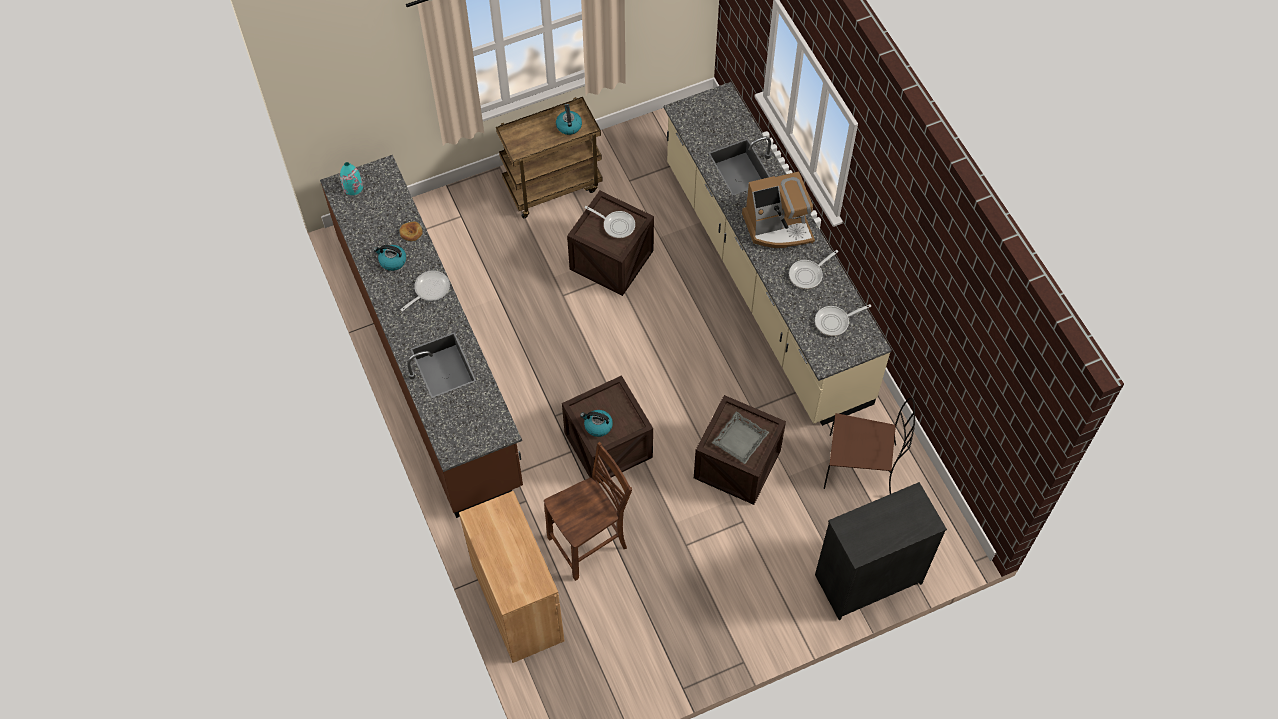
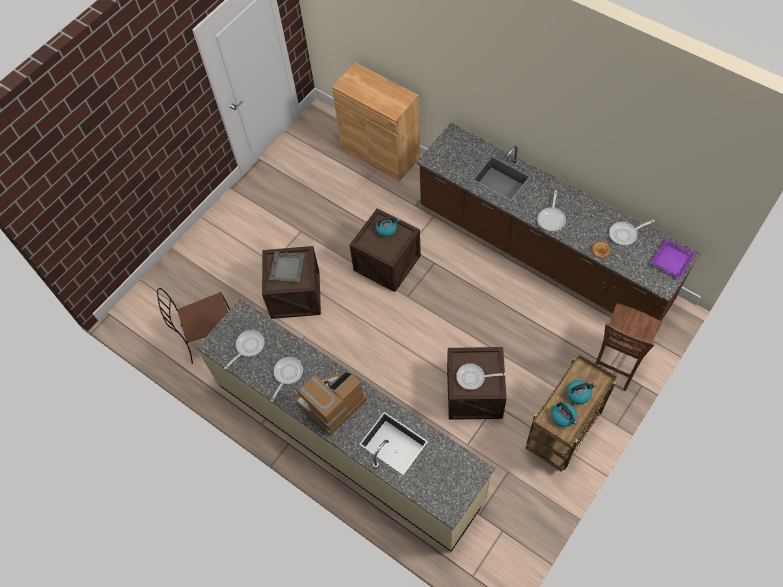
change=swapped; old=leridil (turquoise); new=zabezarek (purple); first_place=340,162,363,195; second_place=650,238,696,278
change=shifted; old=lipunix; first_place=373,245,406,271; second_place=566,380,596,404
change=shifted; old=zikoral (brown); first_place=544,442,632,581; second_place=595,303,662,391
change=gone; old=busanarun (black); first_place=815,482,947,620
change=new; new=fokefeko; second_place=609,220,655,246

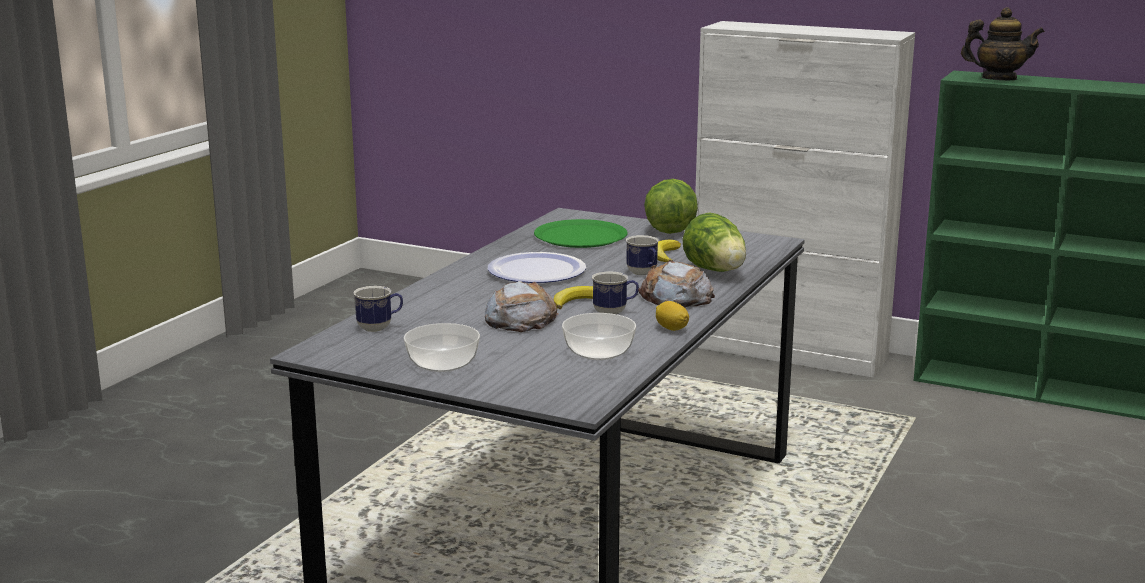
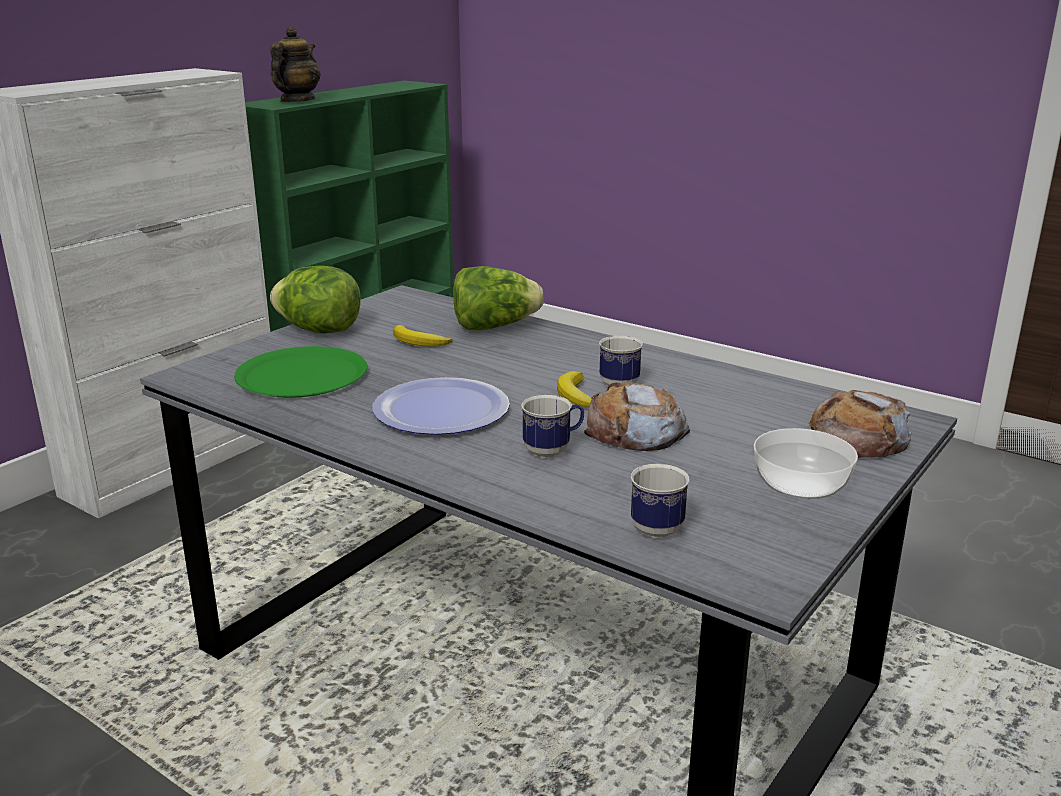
change=gone; old=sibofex; first_place=562,313,636,360
change=shifted; old=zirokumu; first_place=626,235,659,275; second_place=521,395,584,458
change=shifted; old=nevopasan; first_place=639,260,715,308; second_place=809,390,911,458
change=gone; old=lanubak; first_place=656,301,689,331

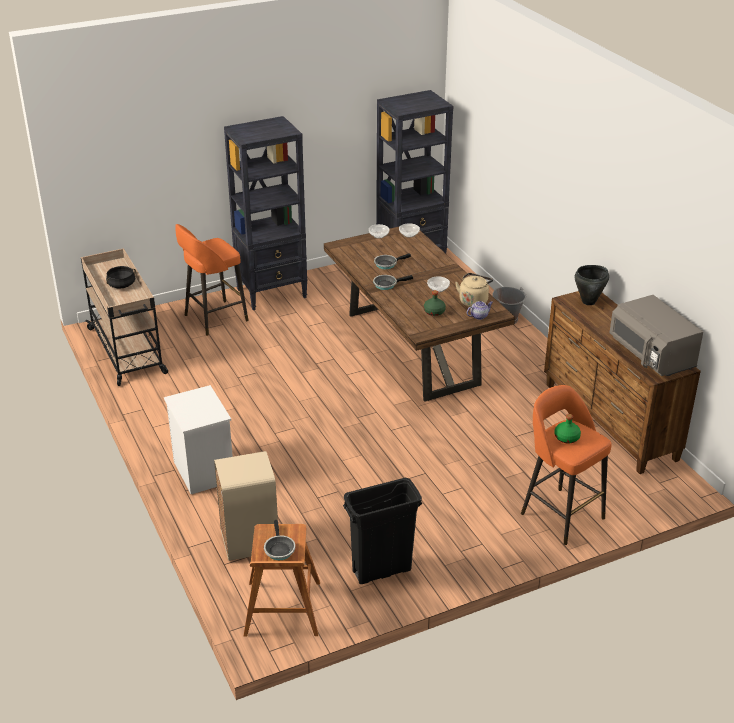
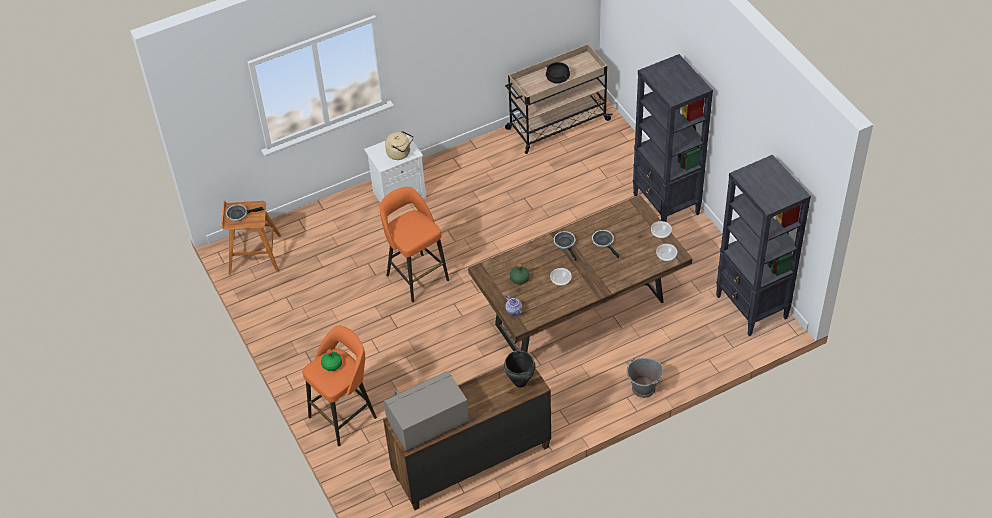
change=shifted; old=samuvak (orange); first_place=176,224,249,336; second_place=379,187,449,303
change=gone; old=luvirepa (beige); first_place=214,451,278,561
change=gone; old=luvirepa (black); first_place=343,478,422,584
change=shifted; old=lipunix (beige); first_place=455,273,493,307; second_place=385,131,414,160

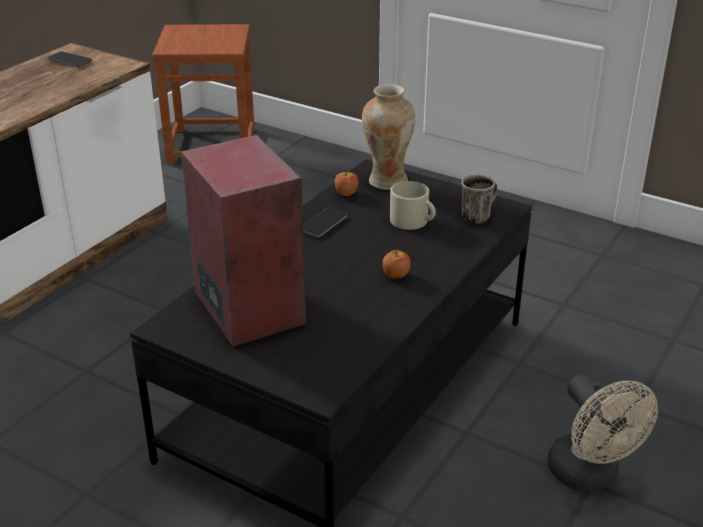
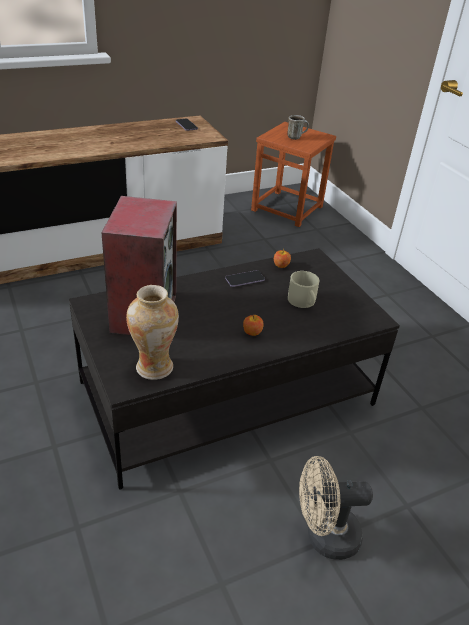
change=shifted; old=leridil; first_place=362,84,415,190; second_place=126,285,179,380
change=shifted; old=zirokumu; first_place=461,174,498,224; second_place=287,115,309,140
change=rotated; old=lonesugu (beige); first_place=547,374,658,492; second_place=299,456,373,560; degrees=75

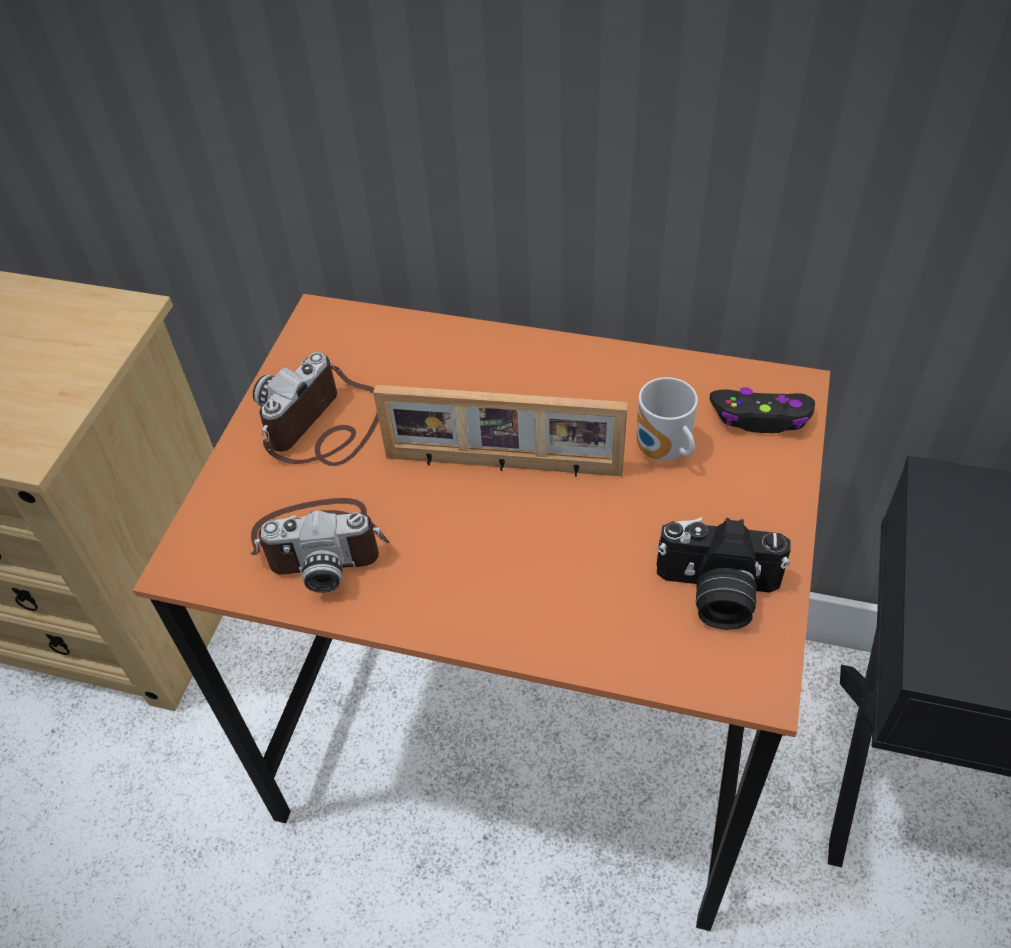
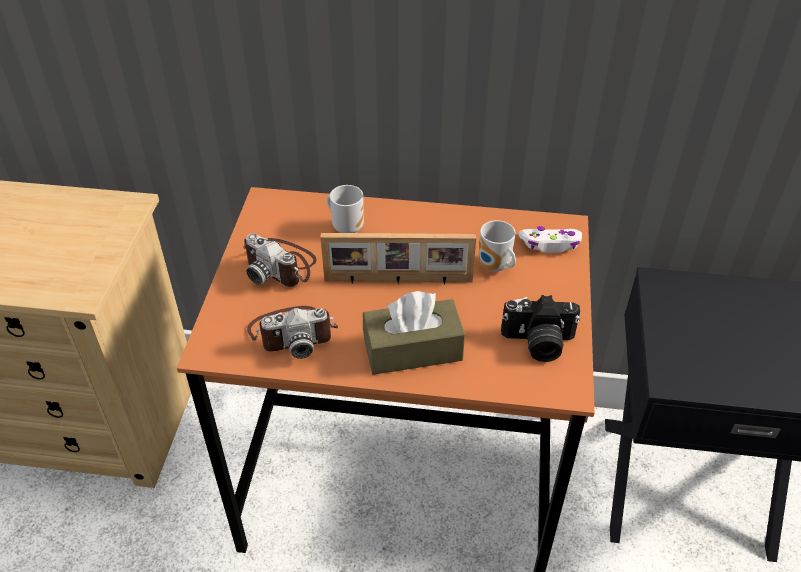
change=rotated; old=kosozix; first_place=253,352,379,466; second_place=244,233,317,287; degrees=-75
change=repainted; old=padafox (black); new=padafox (white); first_place=710,387,815,433; second_place=519,226,582,253
change=new; new=zirokumu; second_place=327,185,364,233
change=new; new=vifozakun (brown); second_place=363,291,465,375

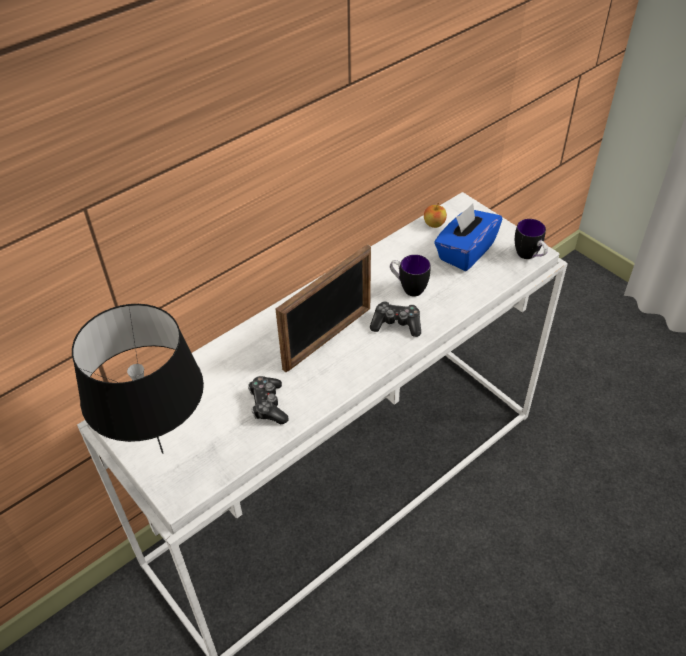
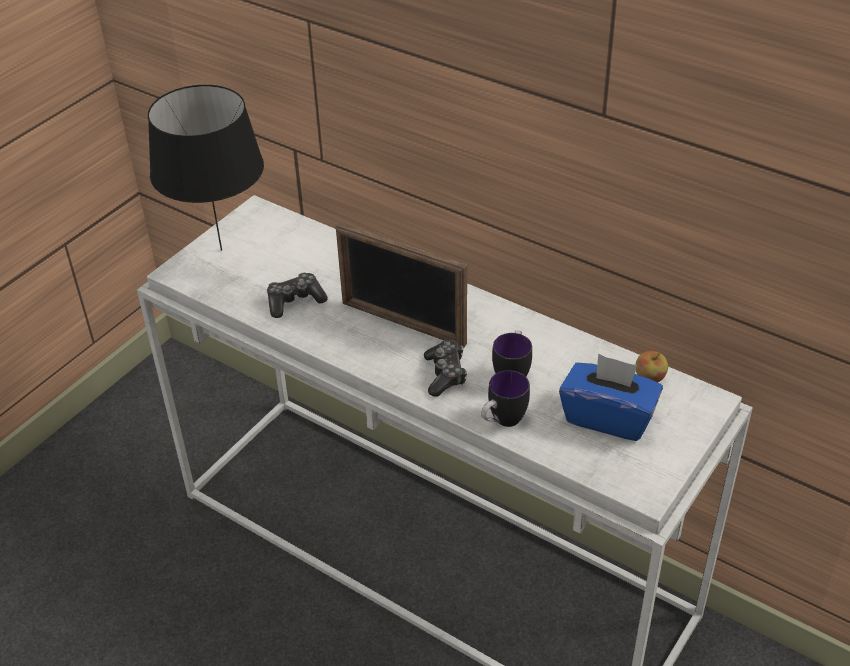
change=shifted; old=zirokumu; first_place=515,219,548,259; second_place=481,370,530,427

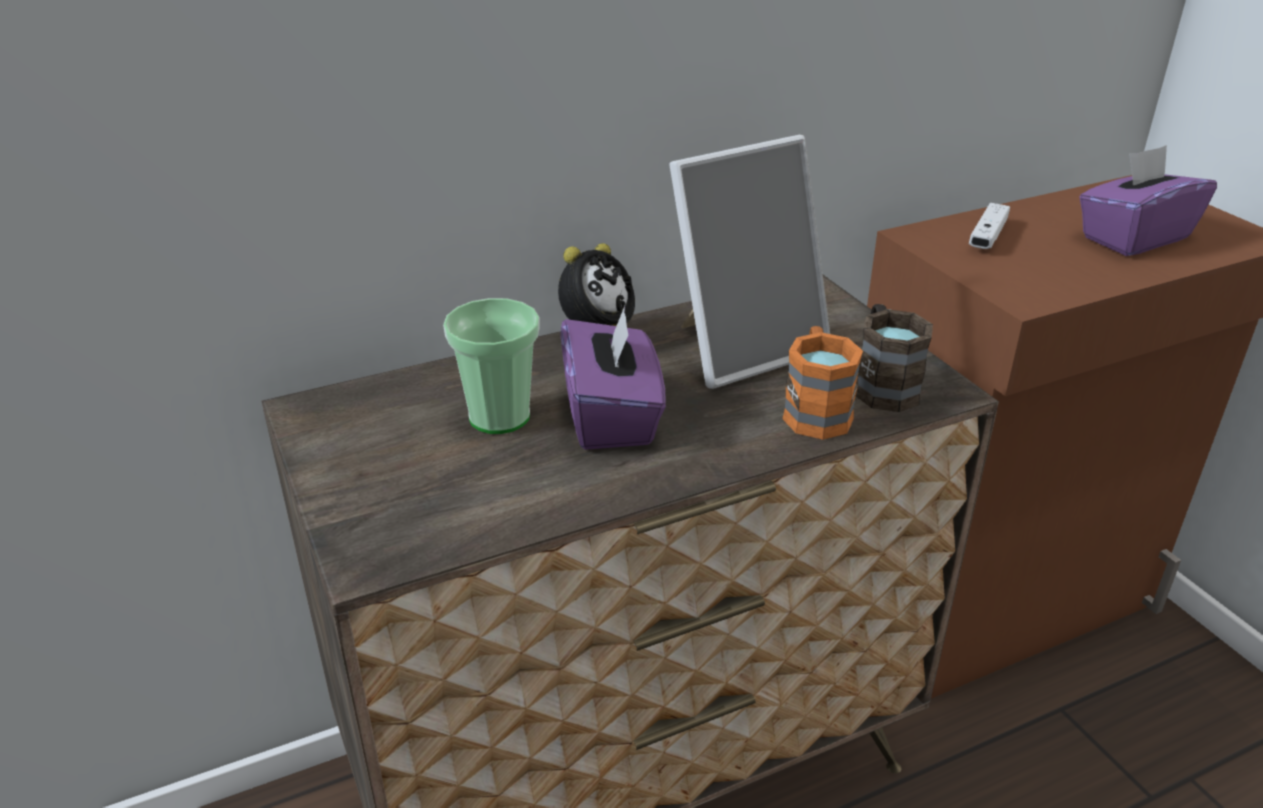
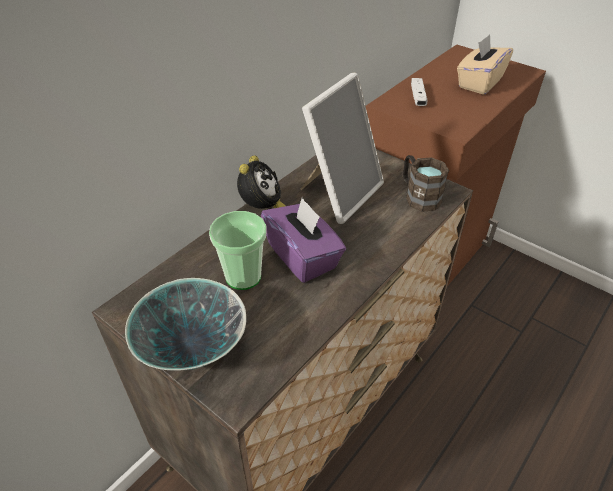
change=gone; old=zirokumu (orange); first_place=782,326,863,440
change=repainted; old=vifozakun (purple); new=vifozakun (beige); first_place=1079,145,1217,256; second_place=457,34,513,95
change=new; new=sibofex; second_place=125,278,247,371

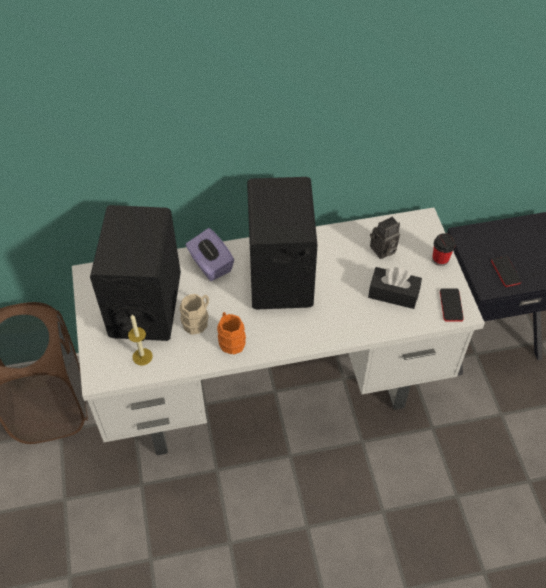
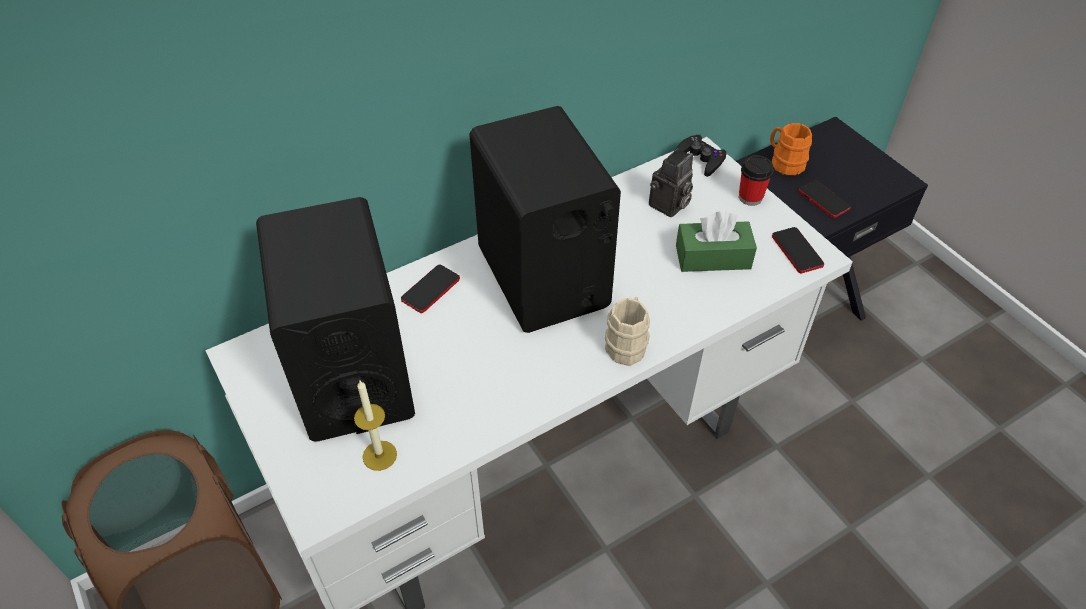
change=shifted; old=zirokumu (beige); first_place=180,294,209,335; second_place=605,297,650,366
change=swapped; old=vifozakun (purple); new=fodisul; first_place=186,228,234,281; second_place=401,264,460,313
change=shifted; old=zirokumu (orange); first_place=217,312,246,354; second_place=770,123,812,175
change=repainted; old=vifozakun (black); new=vifozakun (green); first_place=368,267,422,309; second_place=676,211,757,272
change=new; new=padafox (black); second_place=675,135,727,177

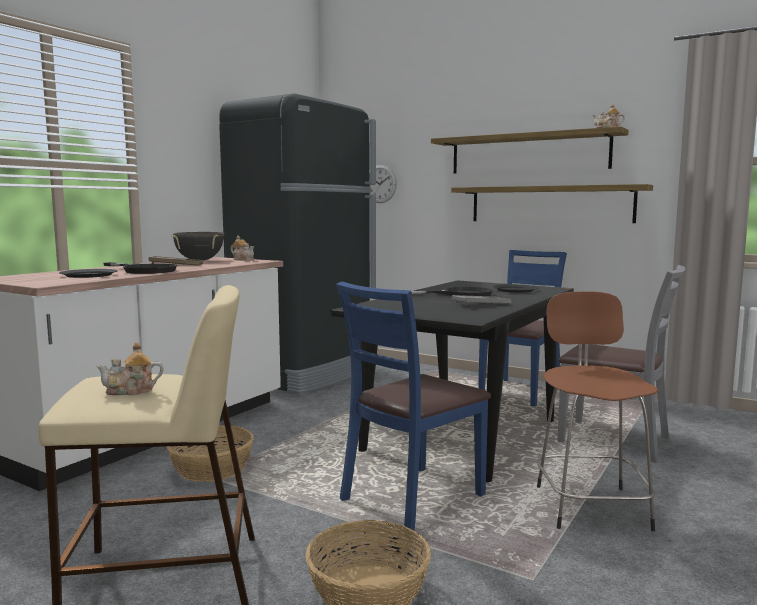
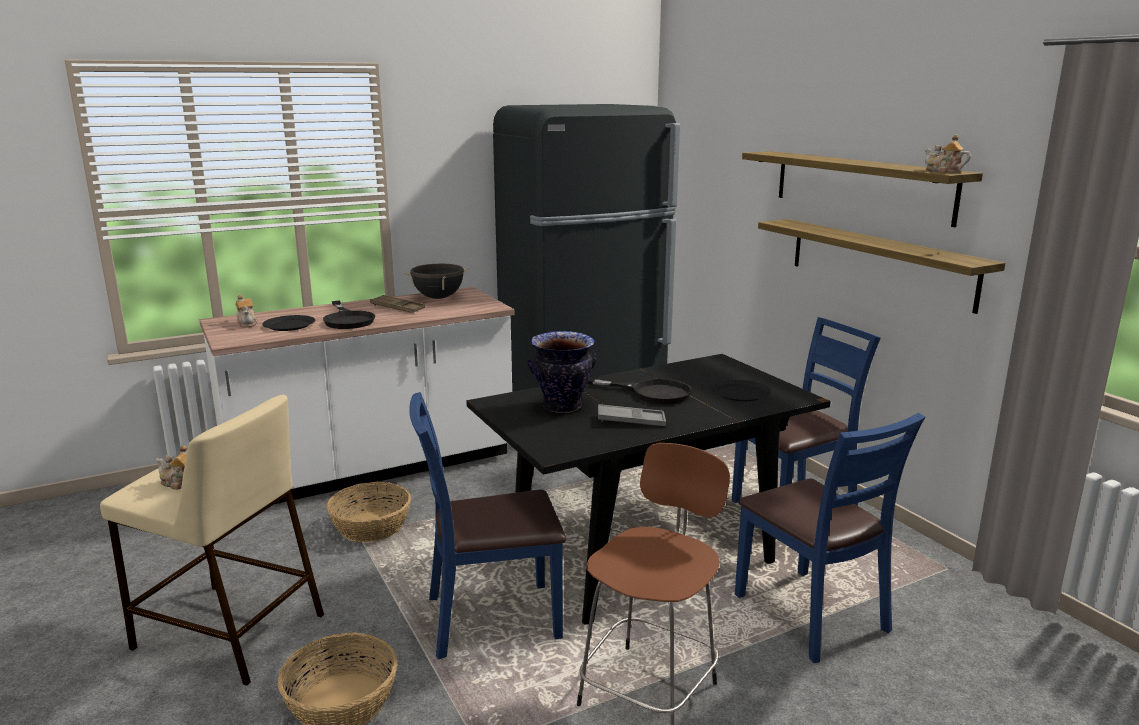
change=shifted; old=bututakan; first_place=231,236,254,261; second_place=236,294,258,328
change=gone; old=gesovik; first_place=369,165,397,203
change=repainted; old=zikoral (grey); new=zikoral (blue); first_place=558,265,685,463; second_place=735,413,925,663
change=new; new=leridil; second_place=528,331,596,413

